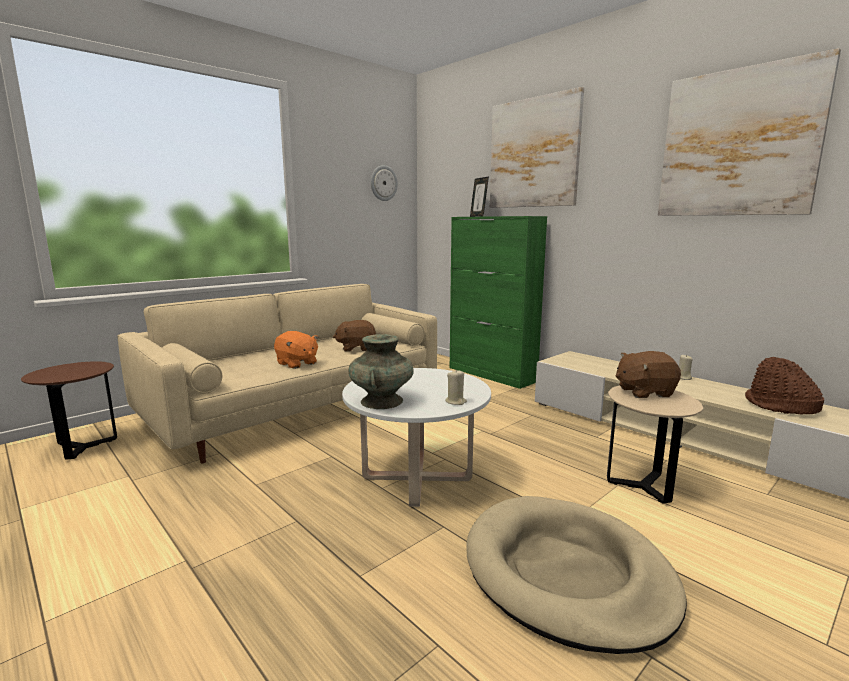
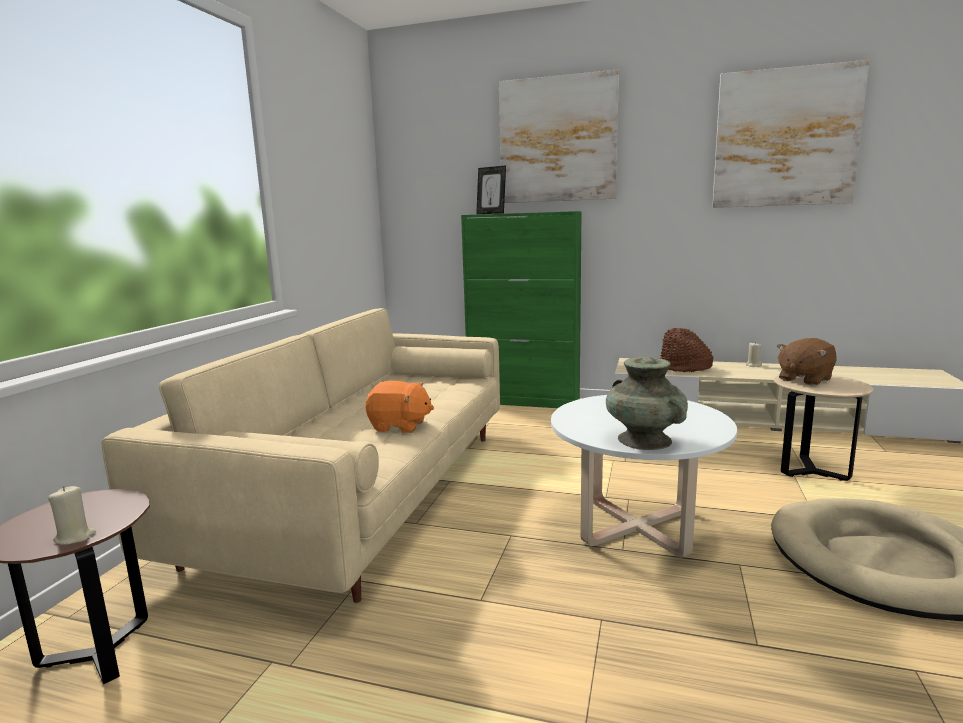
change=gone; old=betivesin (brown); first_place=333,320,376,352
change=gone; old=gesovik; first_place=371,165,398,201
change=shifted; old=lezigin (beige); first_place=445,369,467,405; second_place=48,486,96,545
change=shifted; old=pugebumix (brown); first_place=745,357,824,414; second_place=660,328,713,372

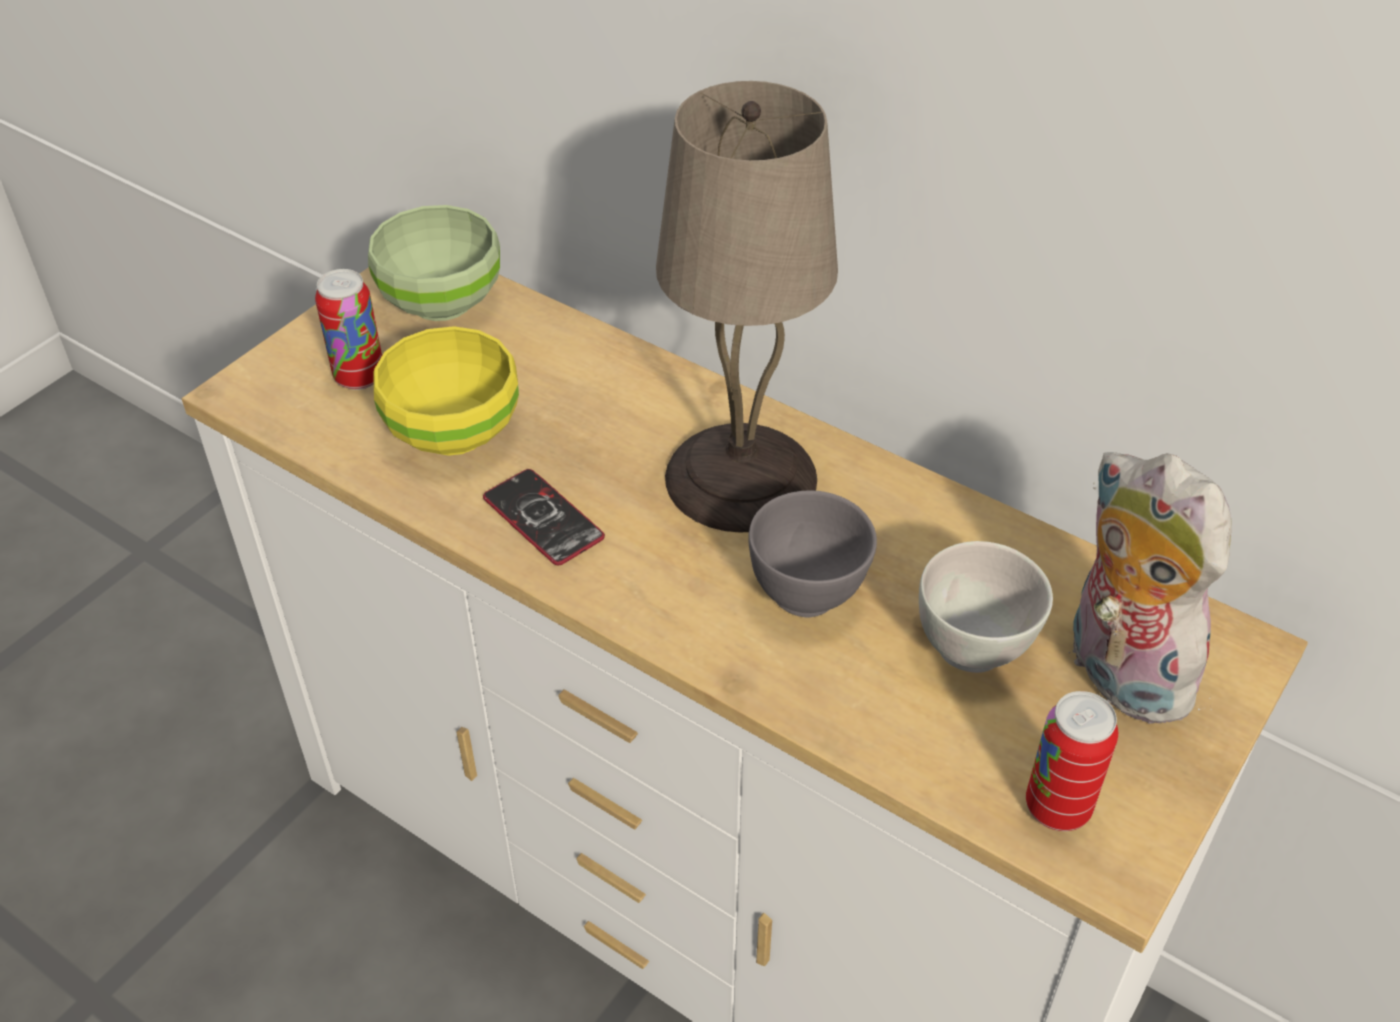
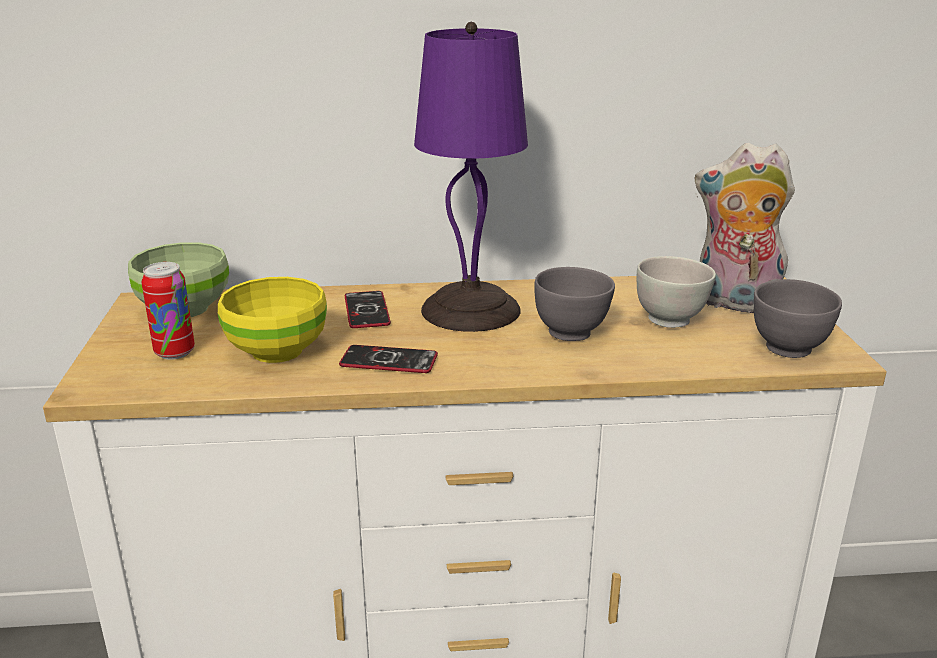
change=repainted; old=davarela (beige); new=davarela (purple); first_place=656,81,838,533; second_place=414,22,528,332
change=swapped; old=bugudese; new=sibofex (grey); first_place=1026,691,1118,831; second_place=754,279,842,358
change=new; new=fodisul; second_place=345,291,391,328

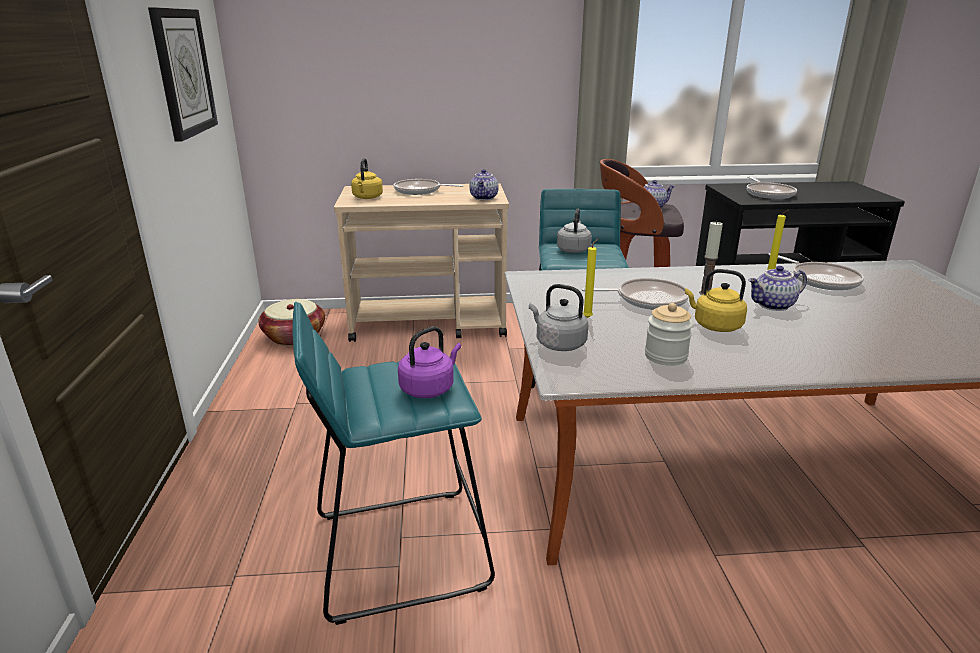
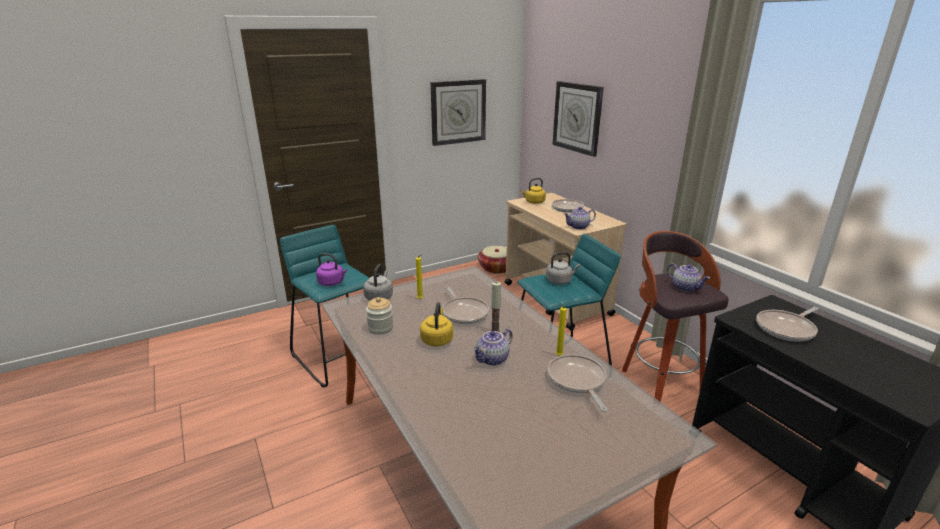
change=rotated; old=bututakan; first_place=748,266,807,311; second_place=472,329,513,366; degrees=-90
change=rotated; old=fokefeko; first_place=768,253,864,291; second_place=547,354,607,412; degrees=135
change=new; new=gesovik; second_place=552,81,604,157

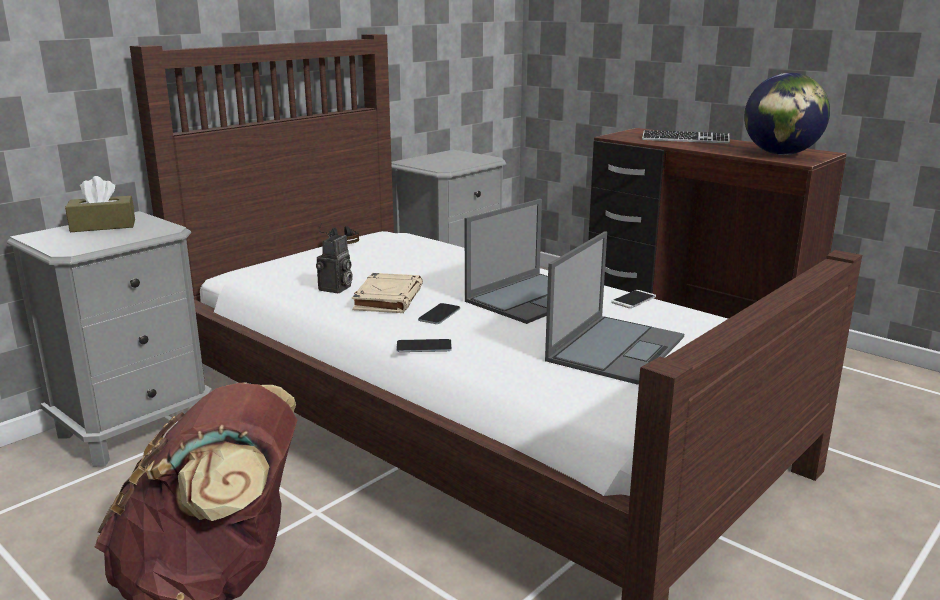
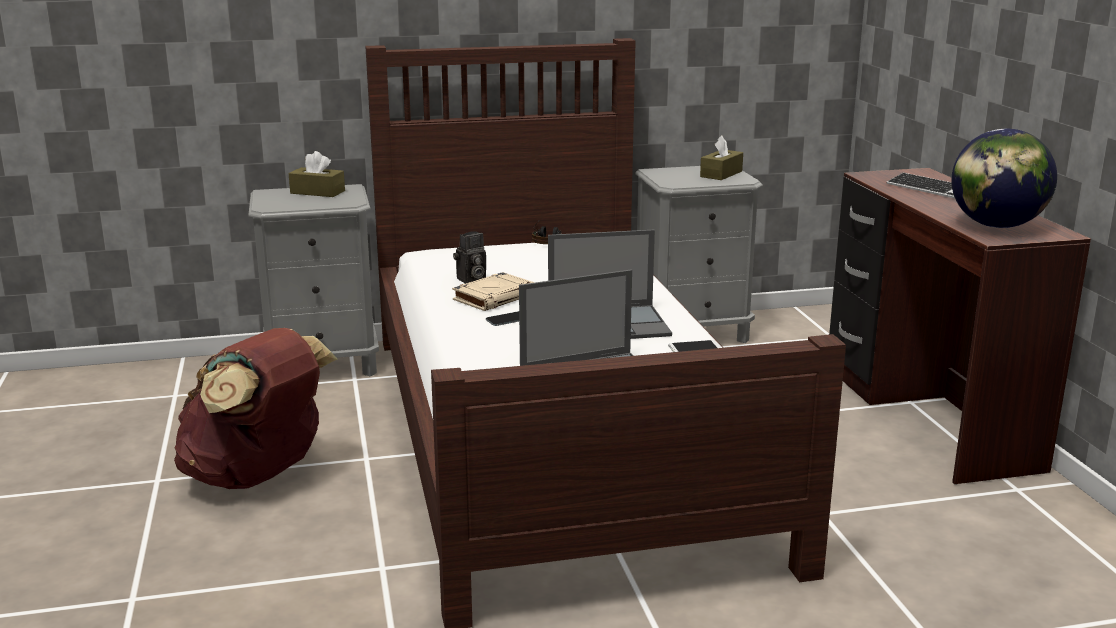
change=gone; old=fodisul; first_place=396,339,452,352
change=new; new=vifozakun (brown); second_place=700,136,743,180

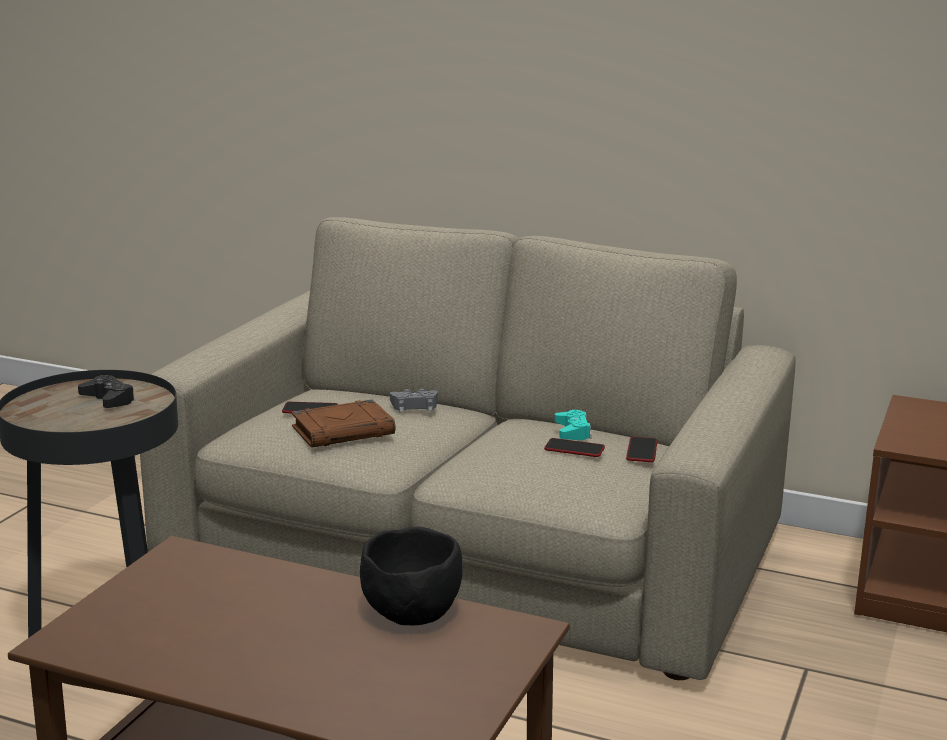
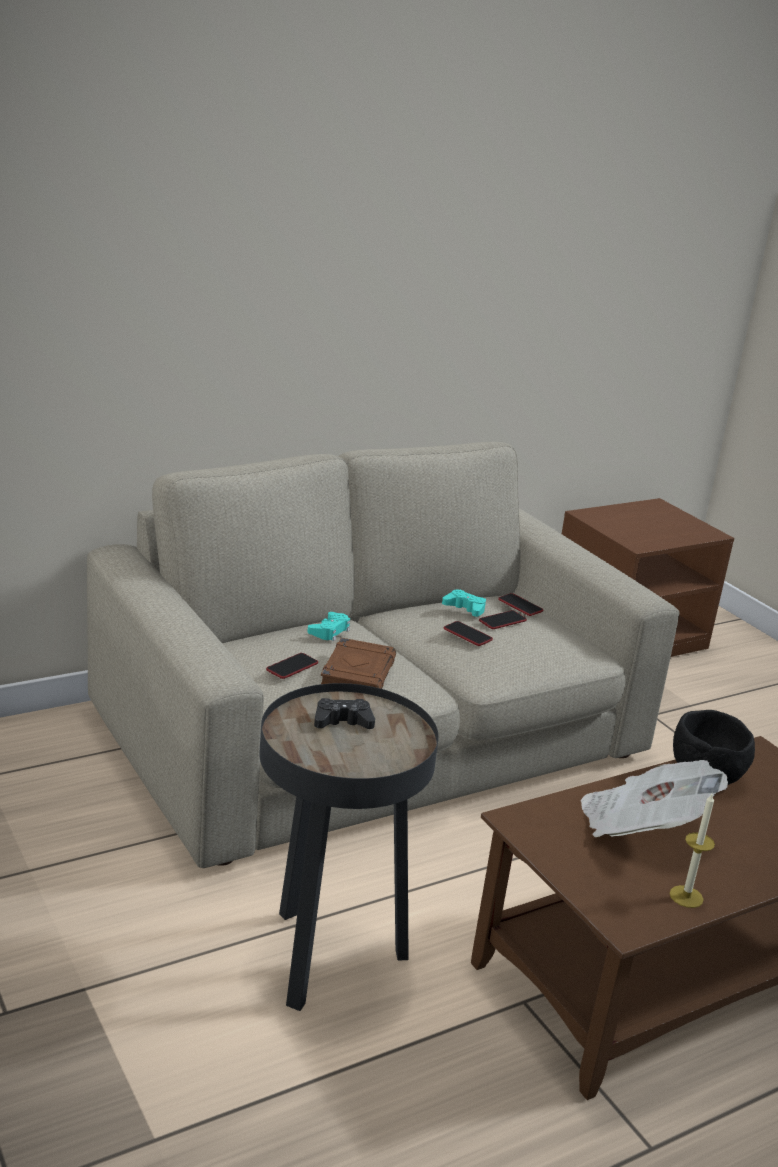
change=repainted; old=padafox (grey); new=padafox (turquoise); first_place=390,389,438,412; second_place=307,612,350,641
change=new; new=fodisul; second_place=444,621,493,646
change=new; new=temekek; second_place=581,760,728,837
change=new; new=lezigin; second_place=670,794,715,908

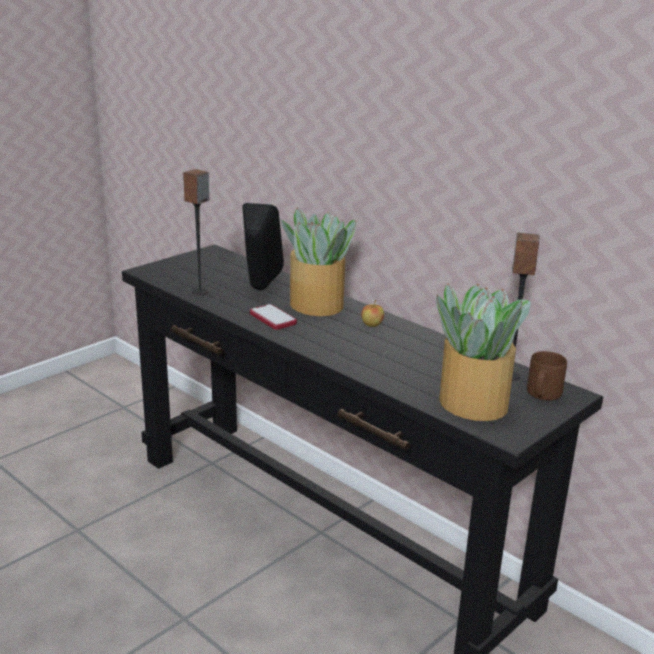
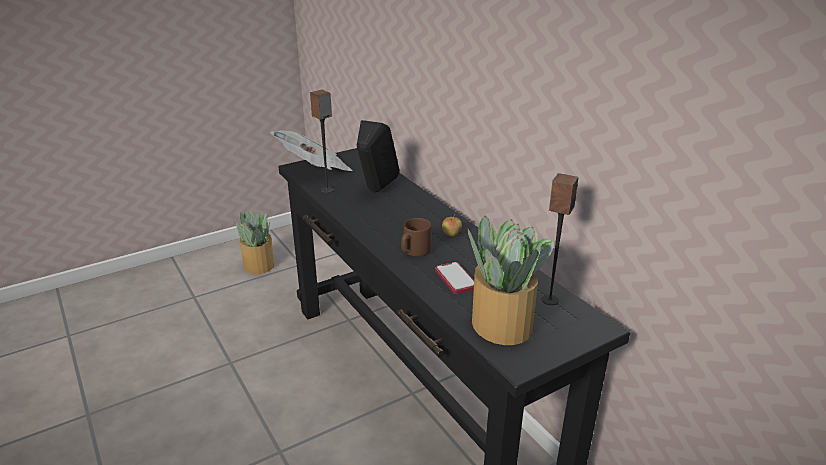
change=shifted; old=fodisul; first_place=250,304,297,330; second_place=435,262,474,294
change=shifted; old=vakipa; first_place=281,208,356,316; second_place=233,210,274,274
change=shifted; old=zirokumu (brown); first_place=527,351,567,400; second_place=401,218,432,257
change=new; new=temekek; second_place=270,130,352,171

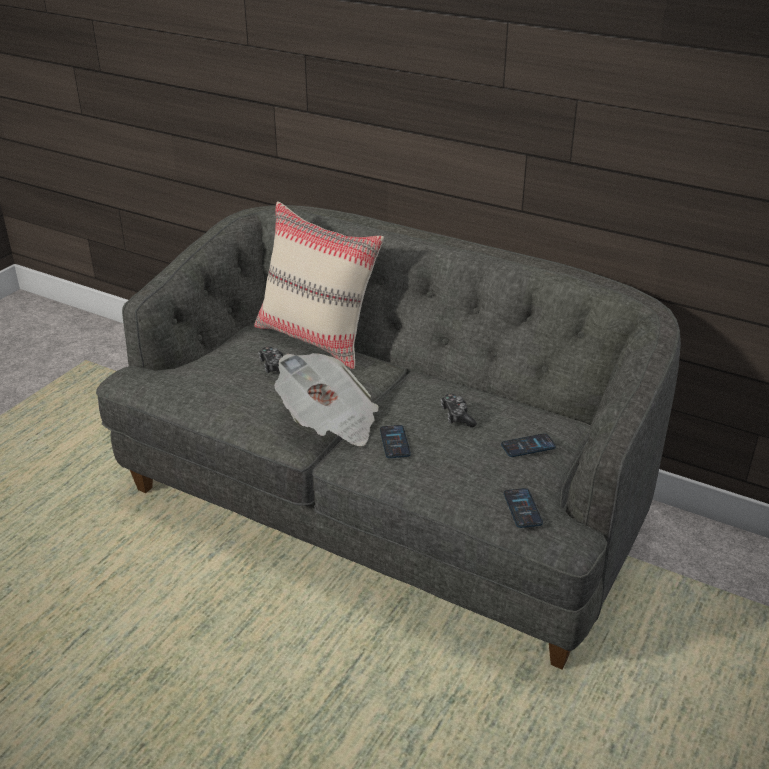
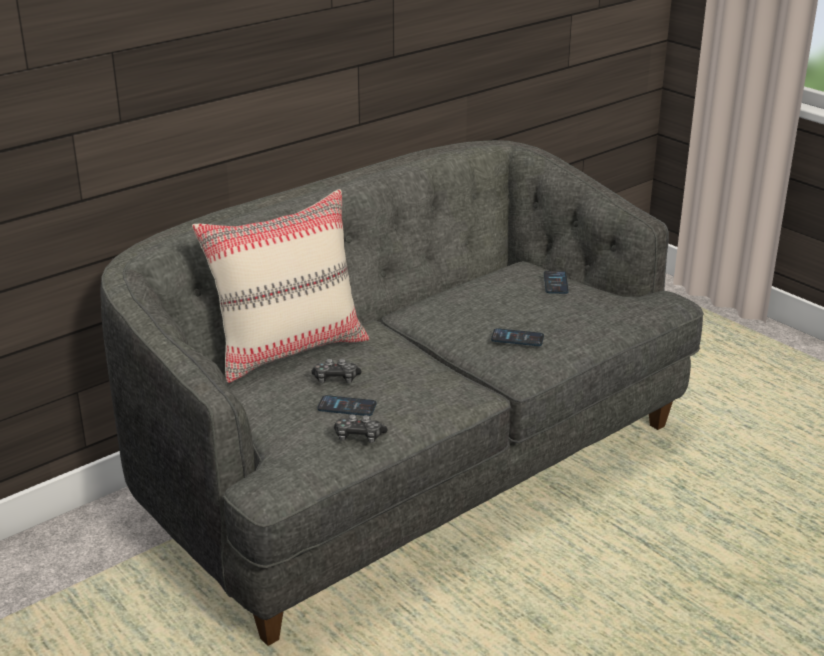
change=gone; old=temekek; first_place=274,353,379,446
change=shifted; old=padafox; first_place=441,394,477,427; second_place=334,414,388,443
change=shifted; old=fodisul; first_place=504,488,543,528; second_place=317,395,376,416

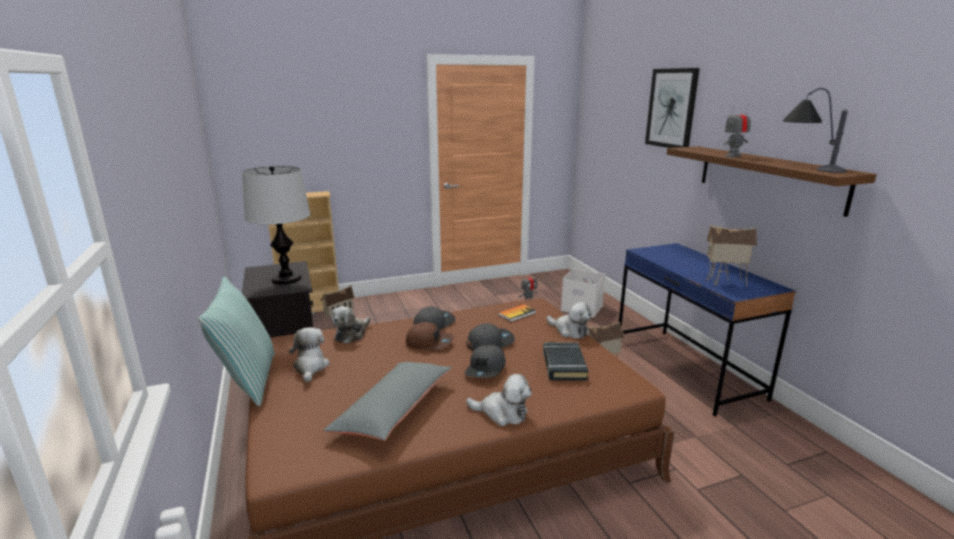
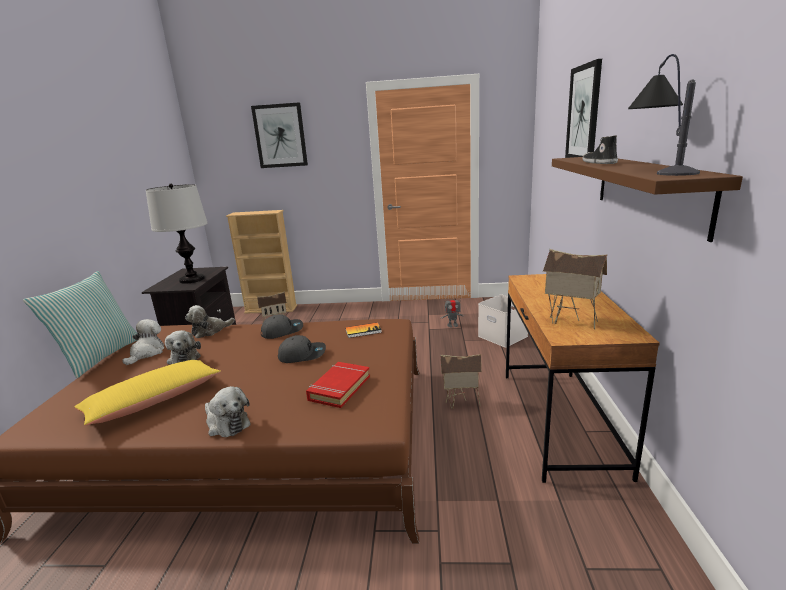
change=repainted; old=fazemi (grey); new=fazemi (yellow); first_place=323,362,452,441; second_place=74,360,221,425
change=gone; old=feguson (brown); first_place=406,322,454,350
change=gone; old=feguson (grey); first_place=465,345,506,378
change=repainted; old=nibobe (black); new=nibobe (red); first_place=543,342,588,381; second_place=306,362,370,408
change=shifted; old=betivesin; first_place=547,302,592,339; second_place=165,330,201,364
change=repainted; old=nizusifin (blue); new=nizusifin (brown); first_place=619,243,796,417; second_place=506,274,660,483
change=swapped; old=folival; new=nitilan; first_place=724,105,751,157; second_place=582,135,618,164
change=new; new=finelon; second_place=251,103,308,168

